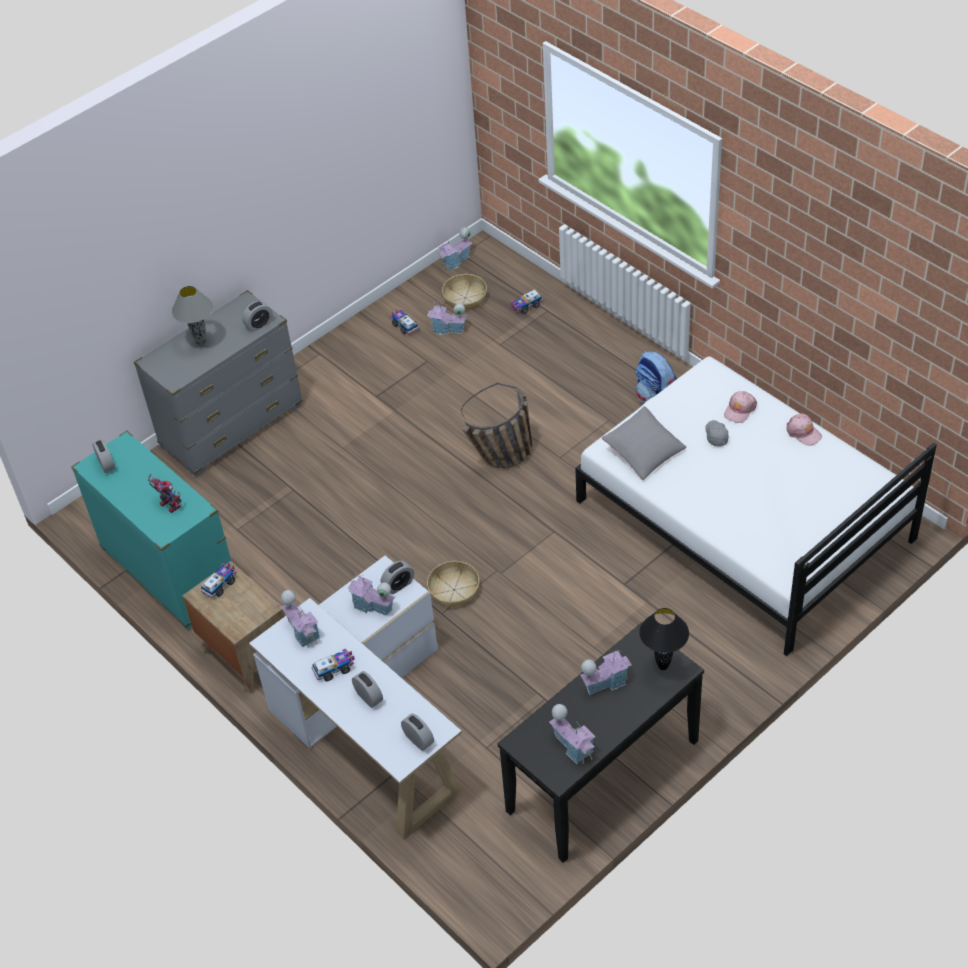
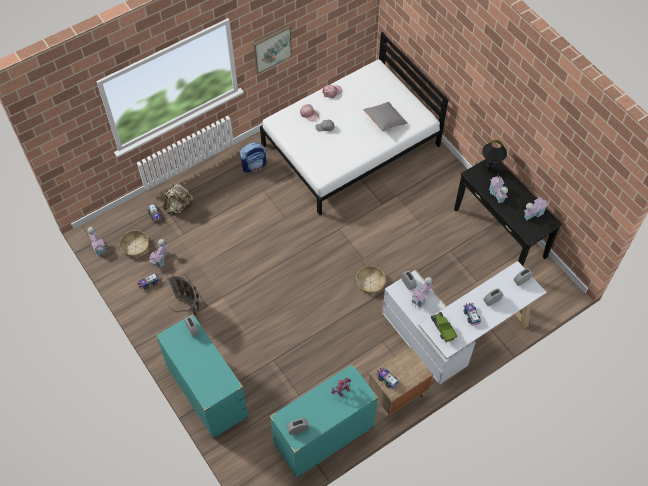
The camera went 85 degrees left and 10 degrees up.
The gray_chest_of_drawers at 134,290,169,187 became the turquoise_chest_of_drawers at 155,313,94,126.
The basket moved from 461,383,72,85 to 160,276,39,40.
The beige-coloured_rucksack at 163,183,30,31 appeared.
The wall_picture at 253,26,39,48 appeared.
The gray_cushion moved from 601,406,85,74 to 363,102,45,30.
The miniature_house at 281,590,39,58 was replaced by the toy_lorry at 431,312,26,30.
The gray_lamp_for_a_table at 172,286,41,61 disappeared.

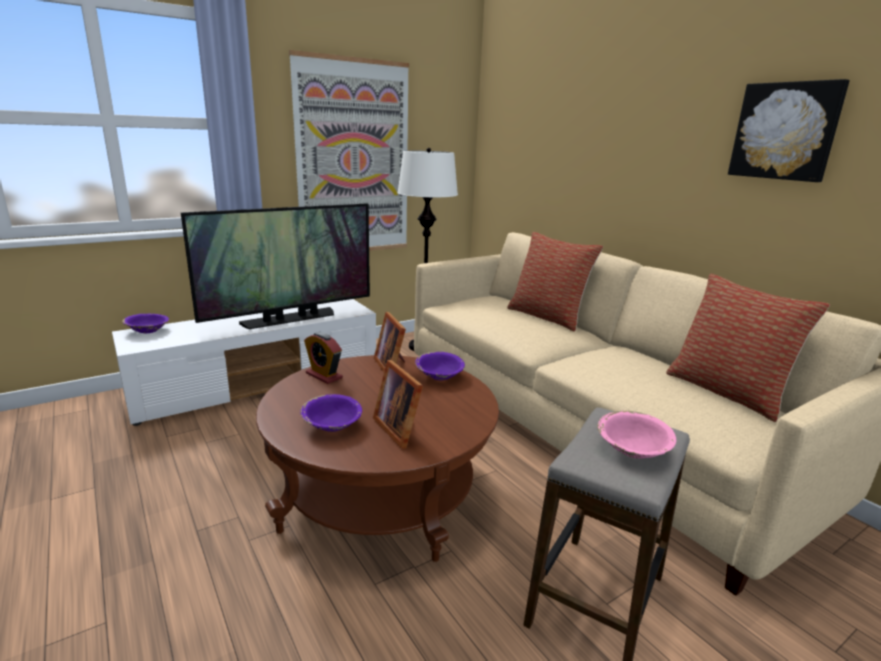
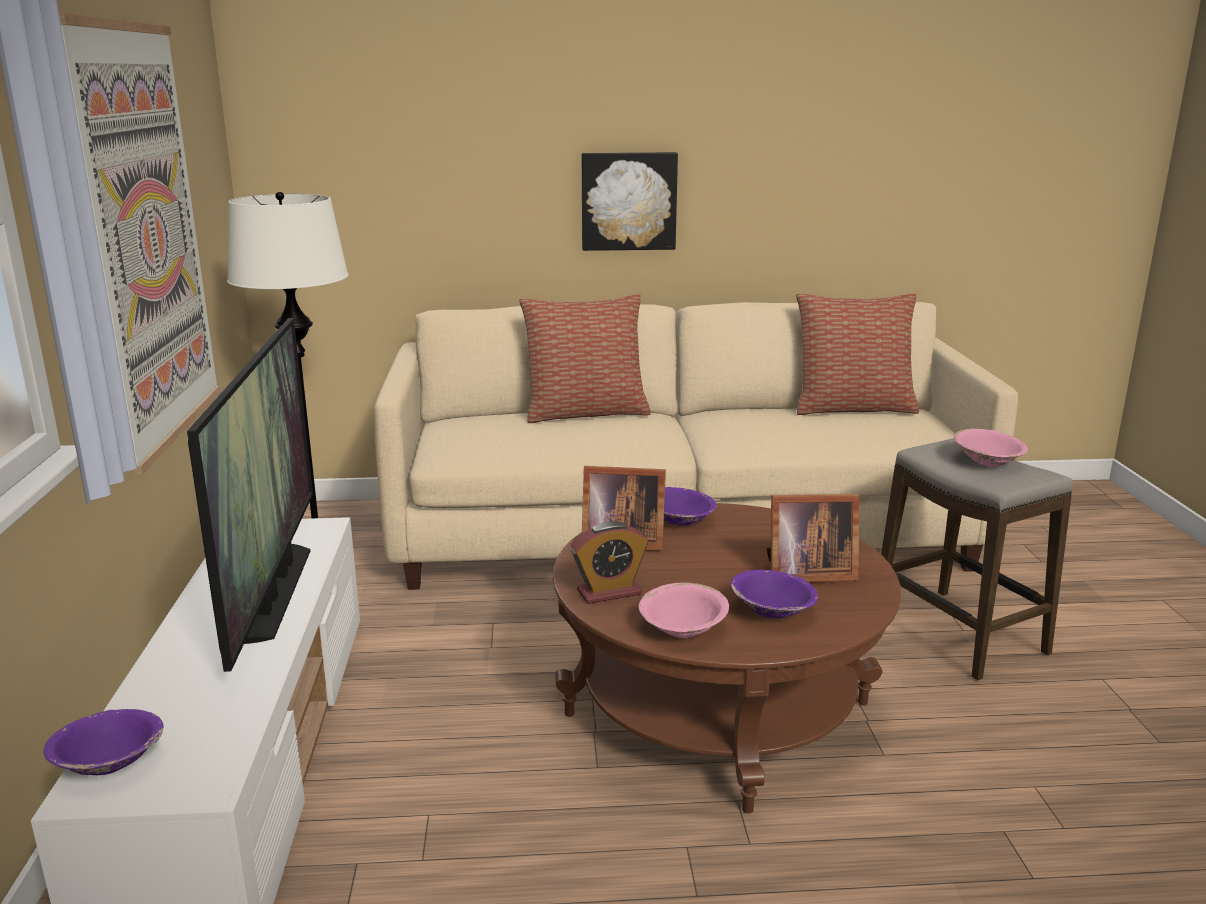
The camera went 60 degrees left and 0 degrees up.
The wall_picture moved from 728,79,122,103 to 582,152,96,99.
The pink_deep_dish at 639,583,90,55 appeared.

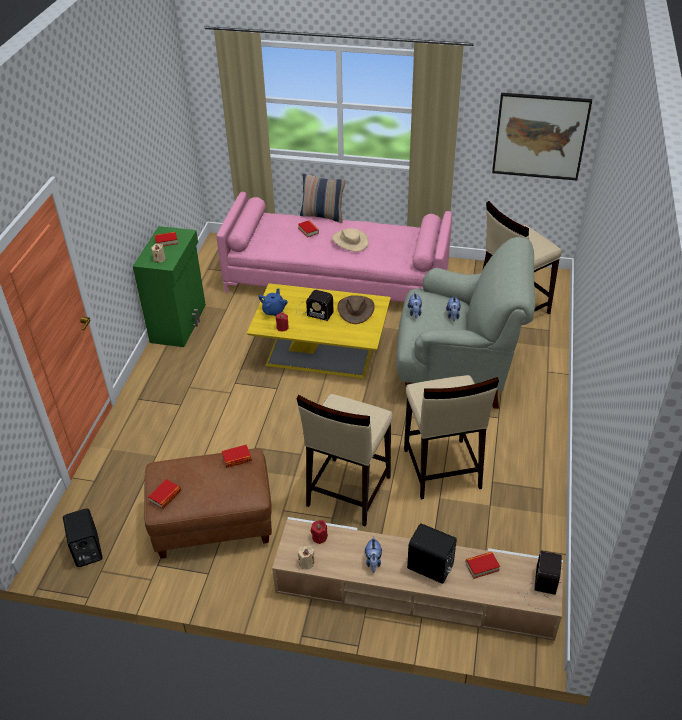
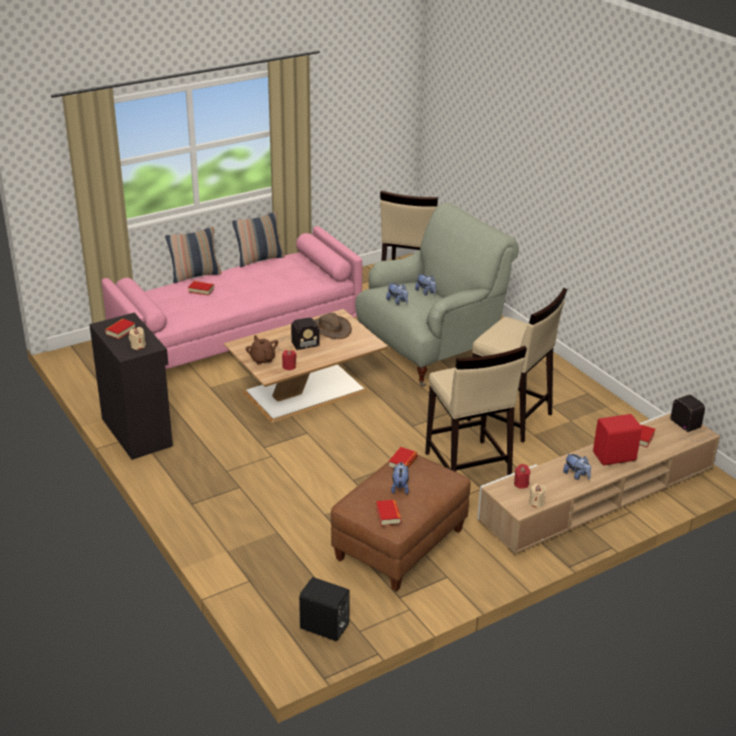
The camera went 45 degrees left and 10 degrees down.
The greenish_cupboard at 133,226,73,121 became the black-coloured_cupboard at 89,312,84,148.
The yellow-coloured_low_table at 247,283,144,95 became the brown-coloured_low_table at 224,309,164,114.
The cushion at 232,211,53,56 appeared.
The bluish_tea_pot at 258,288,30,29 became the brown-coloured_tea_pot at 246,335,32,30.
The plush_toy at 391,462,18,32 appeared.
The black-coloured_speaker at 407,523,50,61 became the red-coloured_speaker at 593,414,49,51.
The beige-coloured_hat at 332,228,37,24 disappeared.
The wall_picture at 492,93,100,88 disappeared.

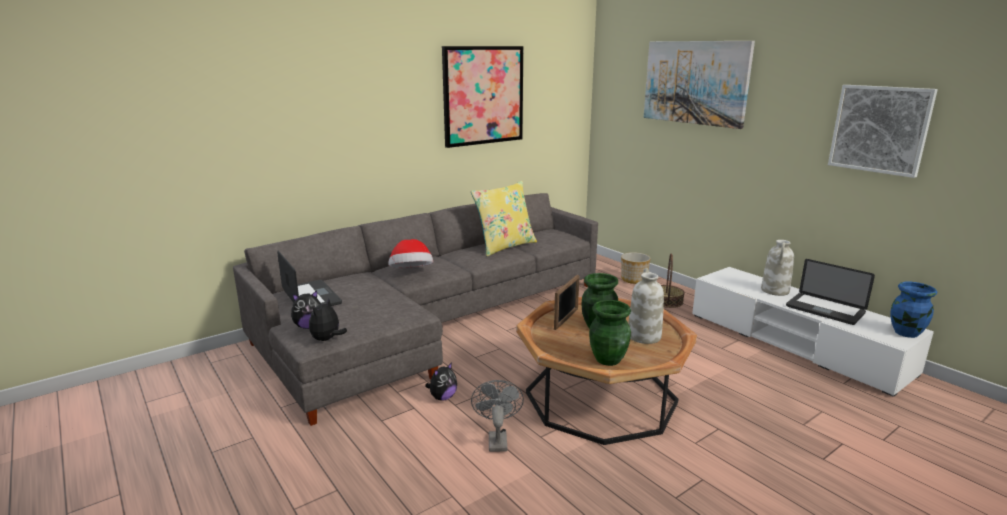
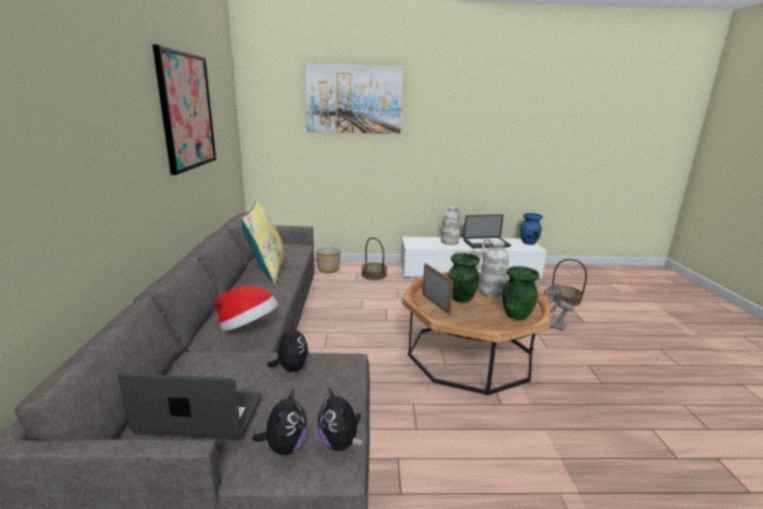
The camera went 55 degrees left and 0 degrees up.
The plush_toy moved from 425,362,32,39 to 267,323,42,49.
The gray_cooling_fan moved from 471,380,53,72 to 543,284,31,47.
The basket at 551,259,36,47 appeared.
The wall_picture at 828,85,110,93 disappeared.

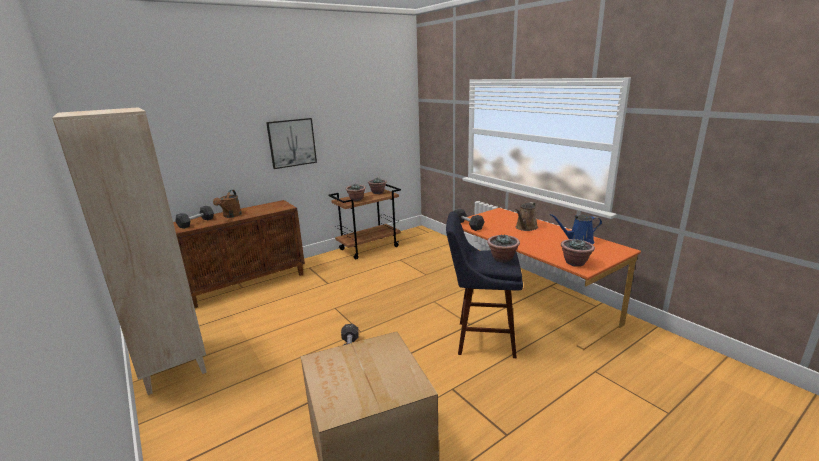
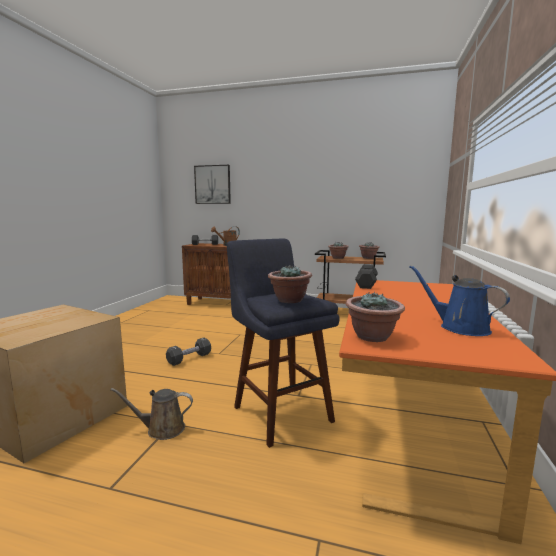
The camera went 50 degrees right and 10 degrees down.
The brown-coloured_watering_can moved from 515,202,23,29 to 110,388,83,52.
The wall_picture moved from 266,118,51,51 to 194,165,37,39.
The beige-coloured_bookshelf at 52,107,155,288 disappeared.

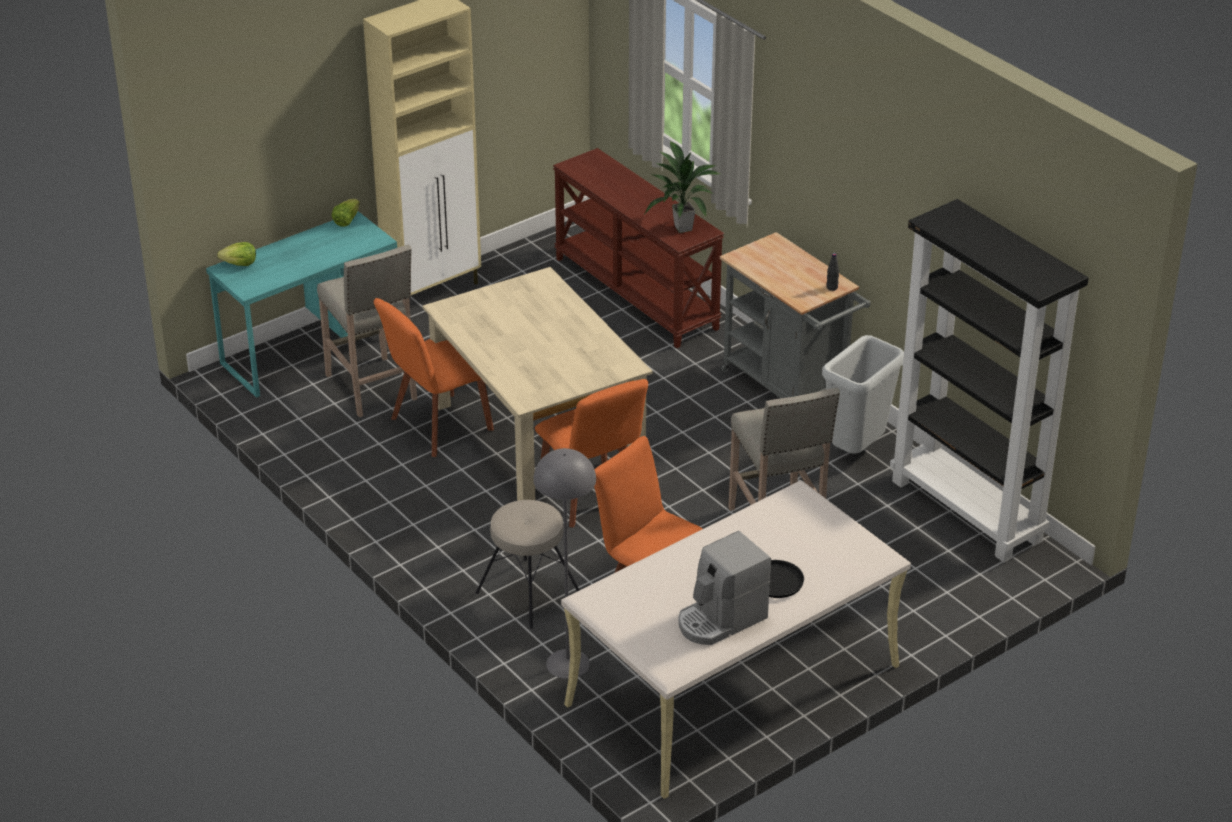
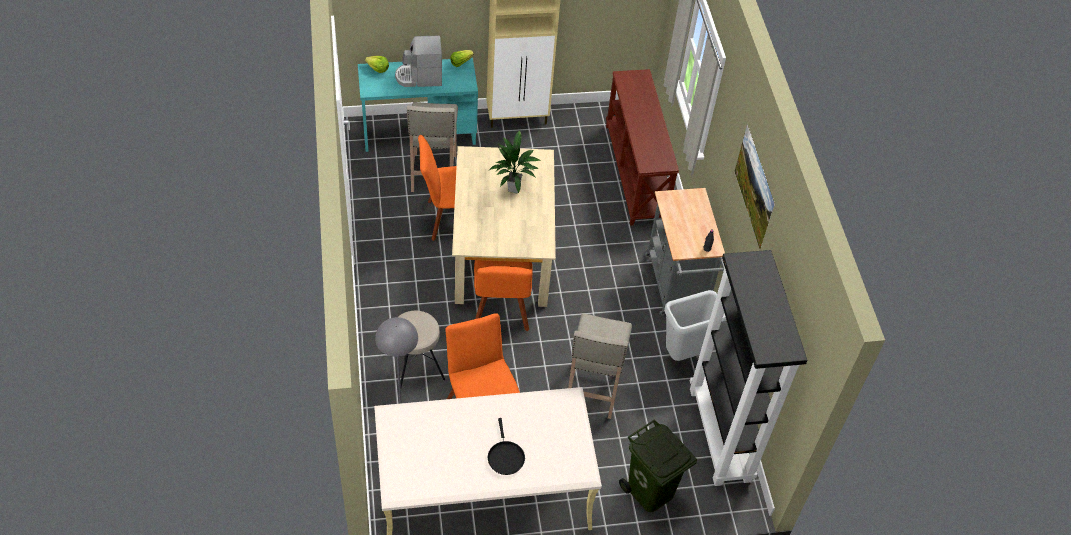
The camera went 25 degrees right and 15 degrees up.
The coffee_brewer moved from 678,531,93,114 to 395,36,47,51.
The potted_plant moved from 643,141,77,92 to 488,130,53,63.
The greenish_rubbish_bin at 619,420,78,92 appeared.
The wall_picture at 734,124,41,125 appeared.

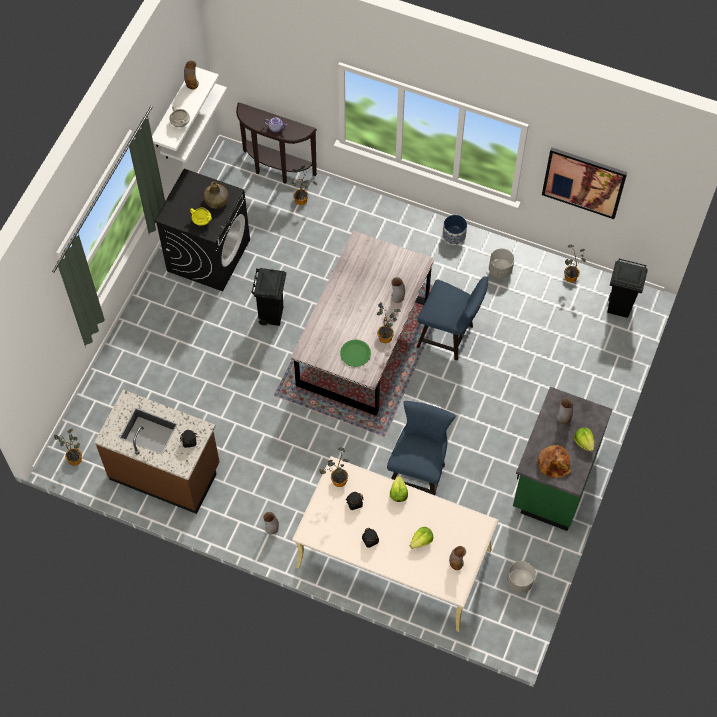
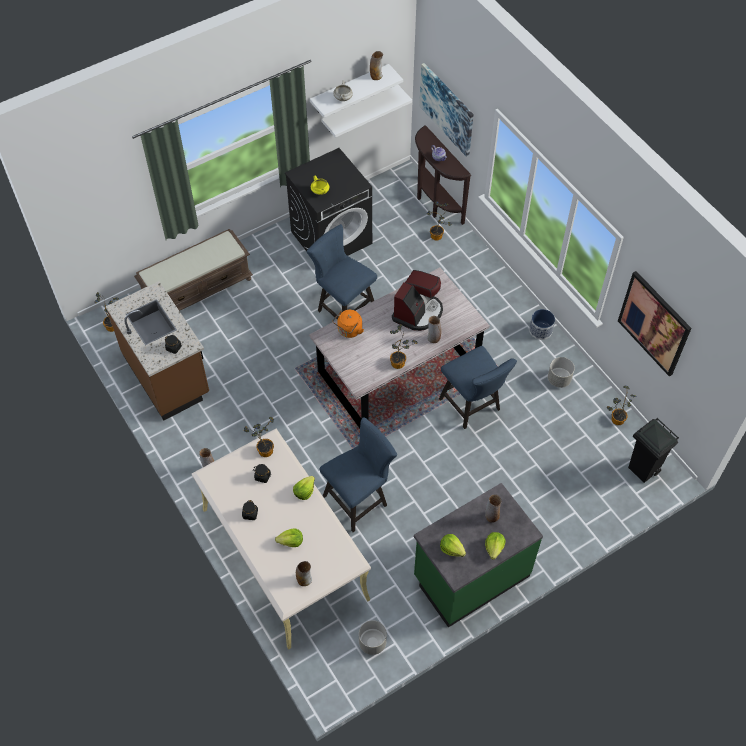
The camera went 35 degrees right and 5 degrees down.
The brown-coloured_long_seat at 134,229,119,82 appeared.
The black-coloured_rubbish_bin at 251,268,35,58 was replaced by the bluish_chair at 307,224,70,96.
The orange_tea_kettle at 333,310,31,28 appeared.
The coffee_brewer at 392,270,51,61 appeared.
The wall_picture at 419,63,55,94 appeared.
The baked_bread at 538,445,33,33 was replaced by the lettuce at 440,534,26,23.
The greenish_beverage_bottle at 203,181,26,28 disappeared.
The greenish_plate at 340,339,31,28 disappeared.

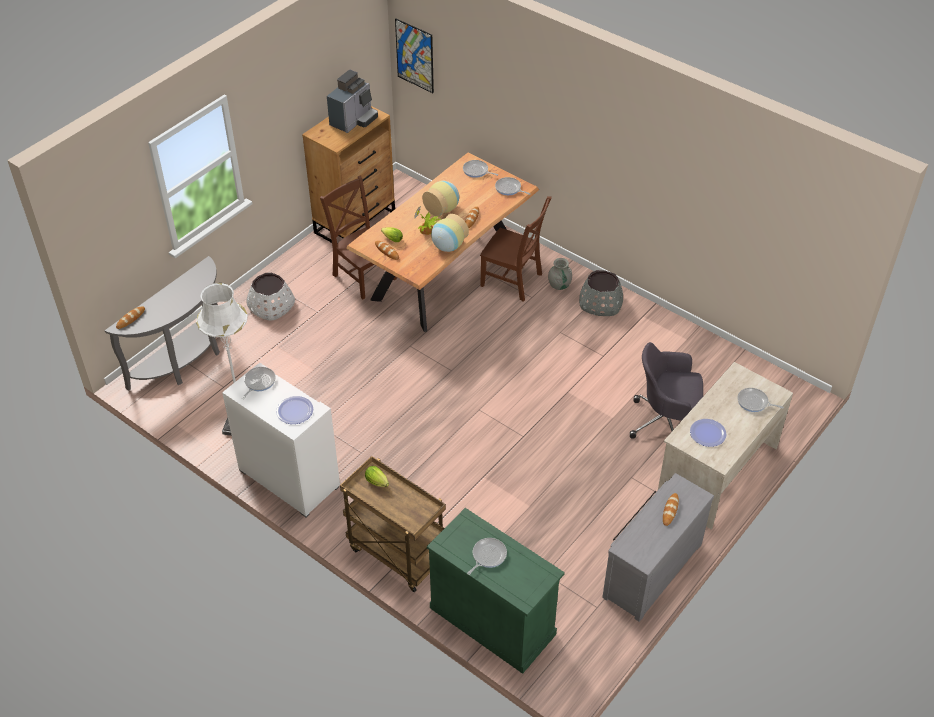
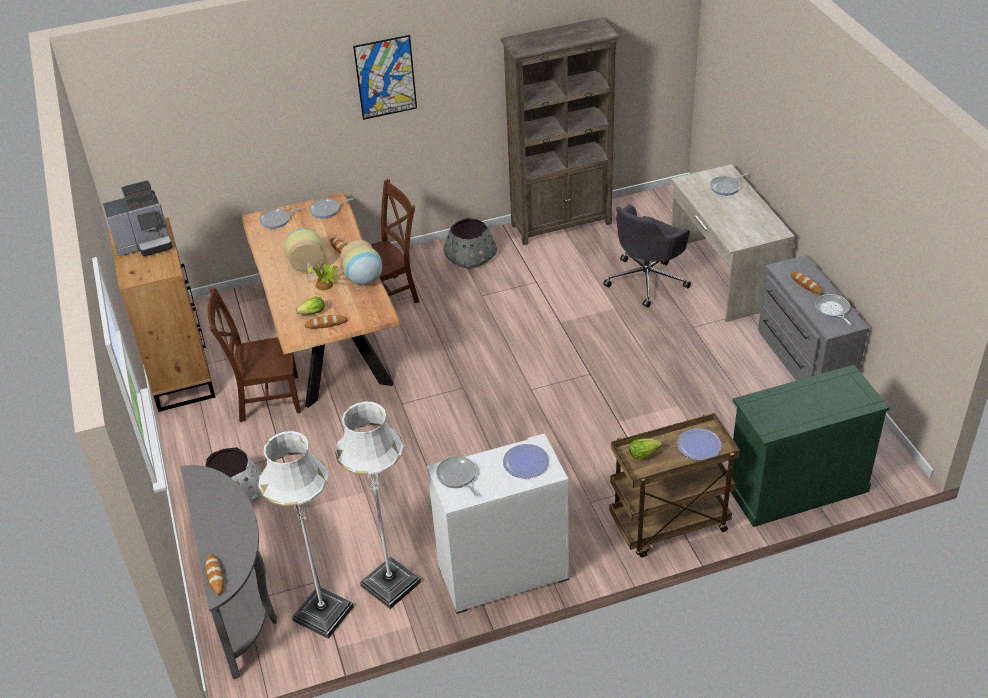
The camera went 55 degrees left and 5 degrees down.
The coffee_brewer at 327,70,51,63 turned 90 degrees clockwise.
The white-coloured_standing_lamp at 258,431,96,208 appeared.
The wall_picture moved from 395,18,39,75 to 353,35,64,85.
The brown-coloured_bookshelf at 500,17,120,228 appeared.
The plate moved from 690,419,37,28 to 677,428,45,32.
The frying_pan moved from 467,538,40,37 to 815,294,36,31.
The gray_decorative_vase at 548,258,24,32 disappeared.

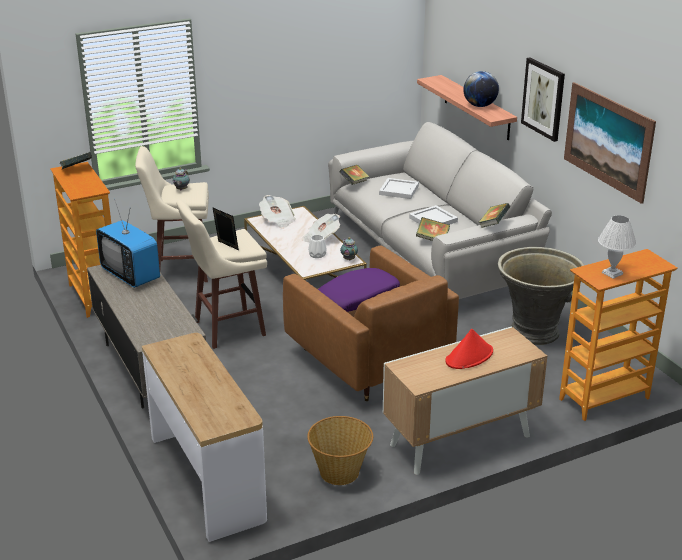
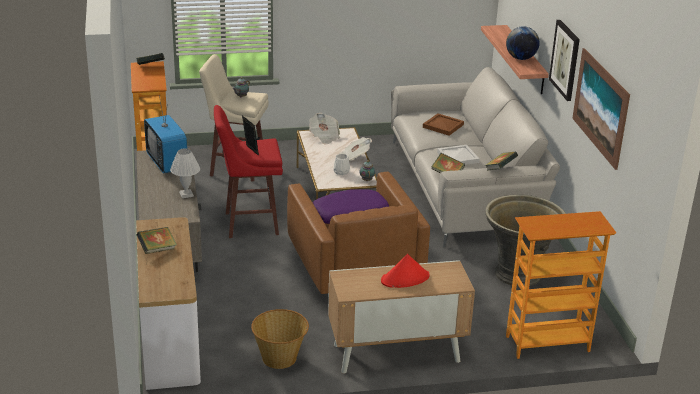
The camera went 15 degrees right and 0 degrees up.
The bound_book moved from 340,165,30,20 to 137,227,40,27.
The white-coloured_lamp_for_a_table moved from 598,215,38,64 to 170,148,30,50.
The beige-coloured_stool_seat at 177,200,90,149 became the red-coloured_stool_seat at 214,105,69,133.
The white-coloured_serving_tray at 379,178,40,21 became the brown-coloured_serving_tray at 423,113,41,23.

